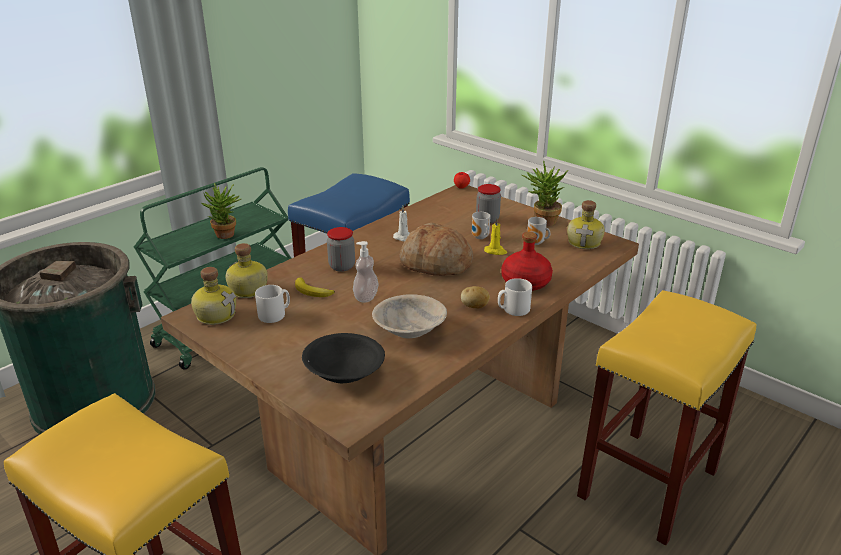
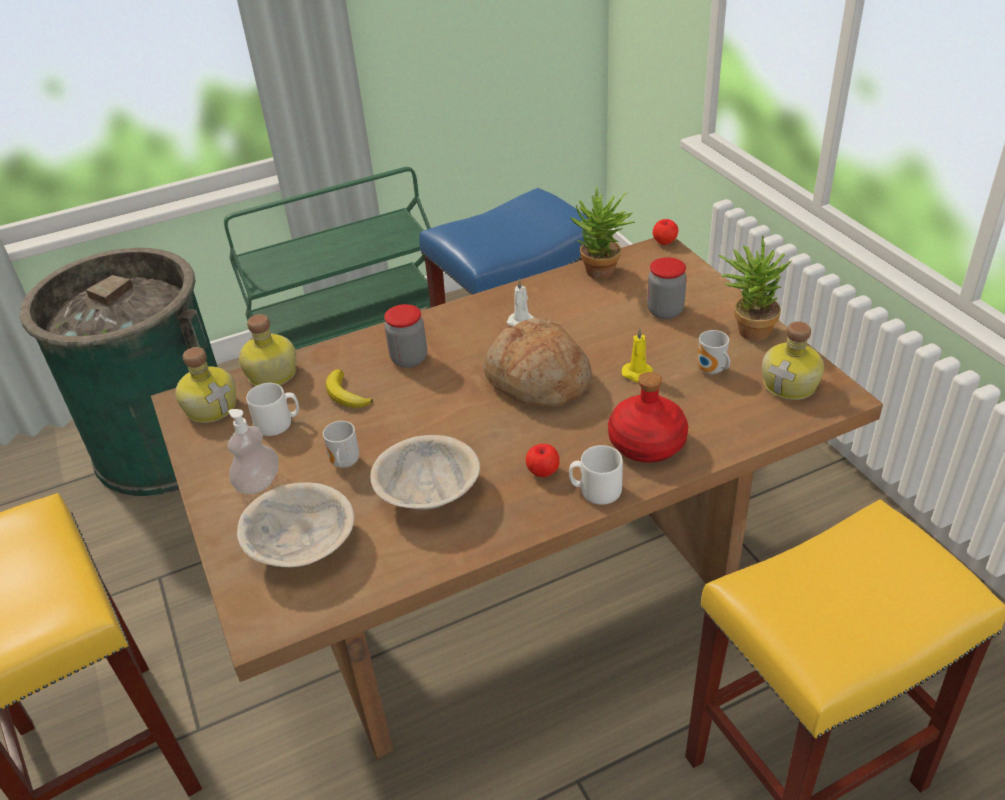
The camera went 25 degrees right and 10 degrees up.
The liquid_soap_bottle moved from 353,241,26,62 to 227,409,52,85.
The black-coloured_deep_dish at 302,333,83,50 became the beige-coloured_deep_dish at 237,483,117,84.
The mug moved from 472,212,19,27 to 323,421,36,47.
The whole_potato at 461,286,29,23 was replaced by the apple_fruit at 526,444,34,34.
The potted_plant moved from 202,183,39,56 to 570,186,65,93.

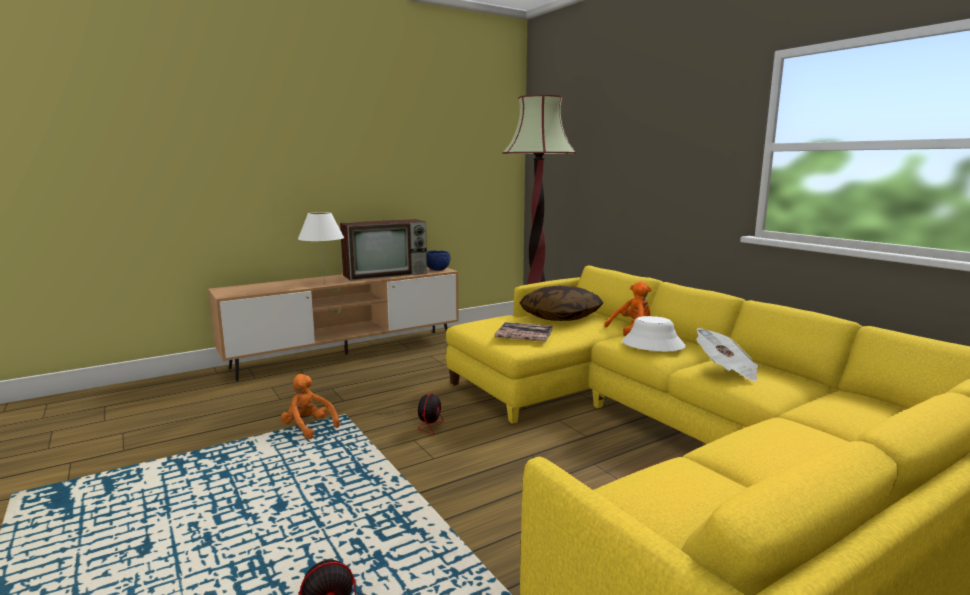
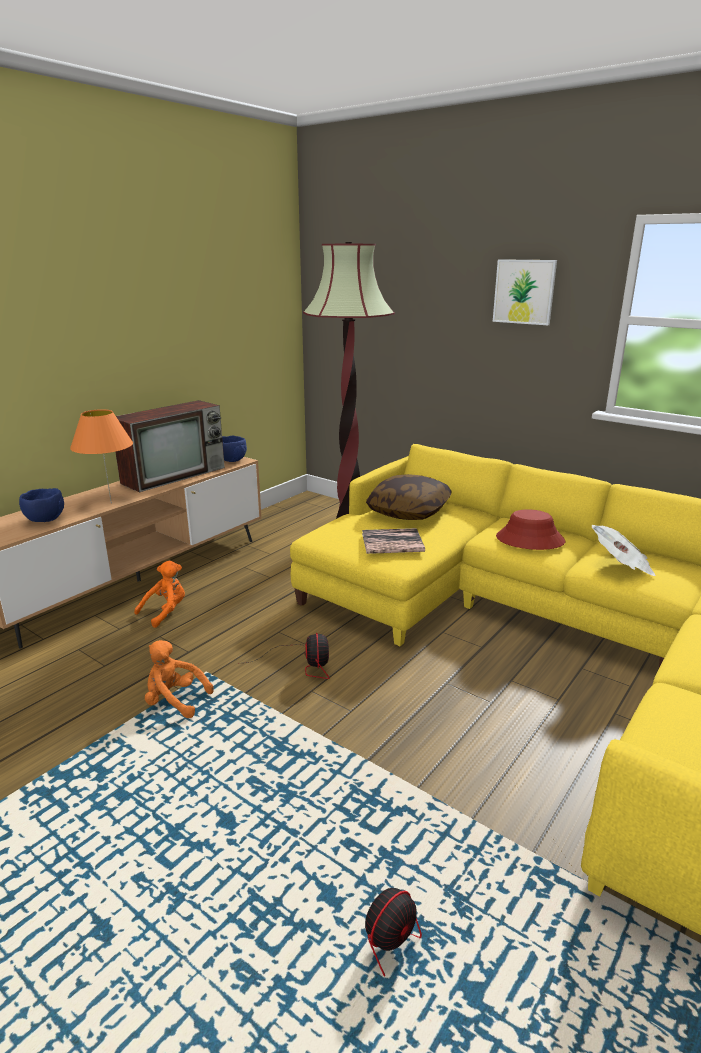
The camera went 20 degrees left and 10 degrees up.
The bluish_deep_dish at 19,488,45,34 appeared.
The white-coloured_lamp_for_a_table at 298,212,46,72 became the orange_lamp_for_a_table at 70,409,63,95.
The orange_plush_toy moved from 604,281,47,55 to 134,560,51,68.
The wall_picture at 493,259,64,66 appeared.
The white-coloured_hat at 622,316,64,35 became the red-coloured_hat at 496,509,69,41.

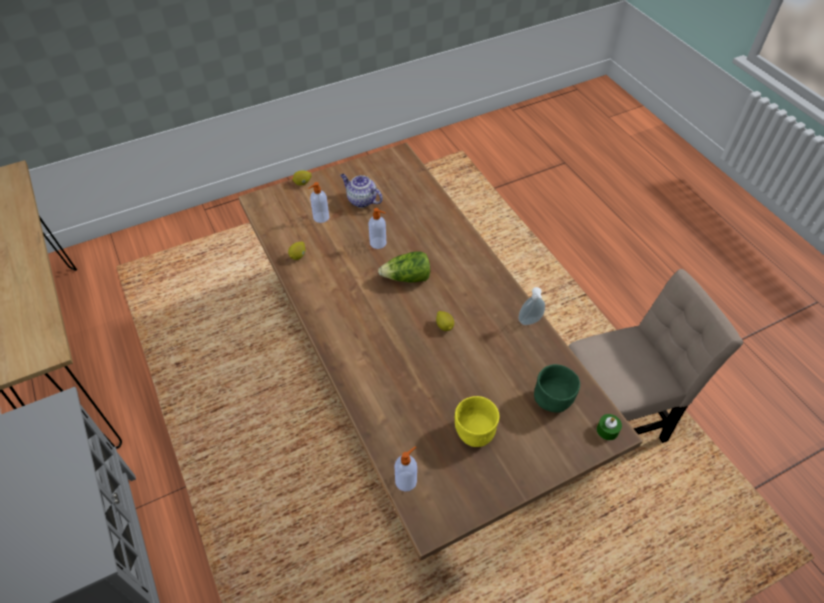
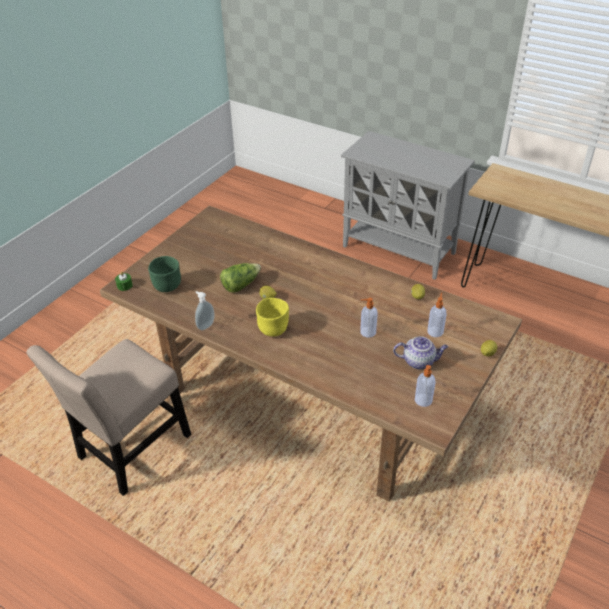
The camera went 150 degrees right and 10 degrees down.
The lettuce moved from 378,251,52,32 to 220,263,41,30.
The yellow-coloured_deep_dish moved from 455,396,45,51 to 256,298,33,38.
The liquid_soap_bottle moved from 394,446,23,45 to 415,365,20,42.

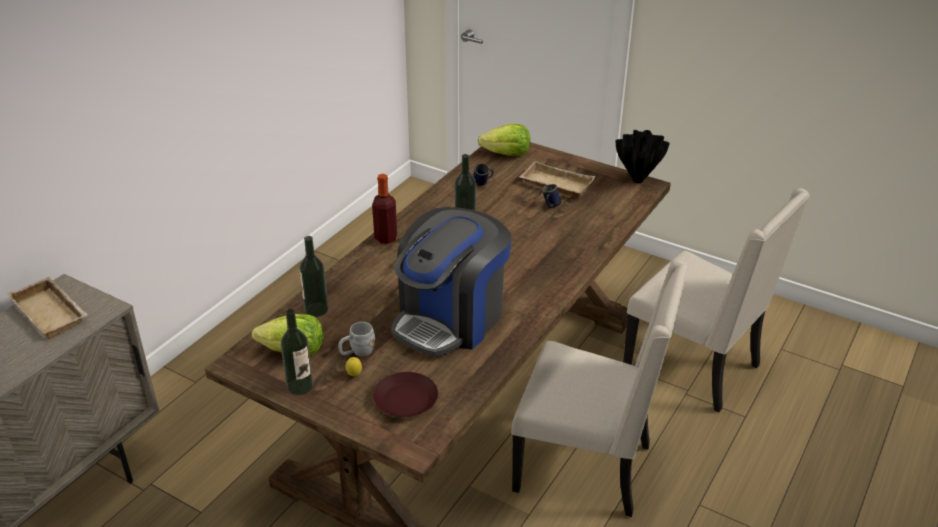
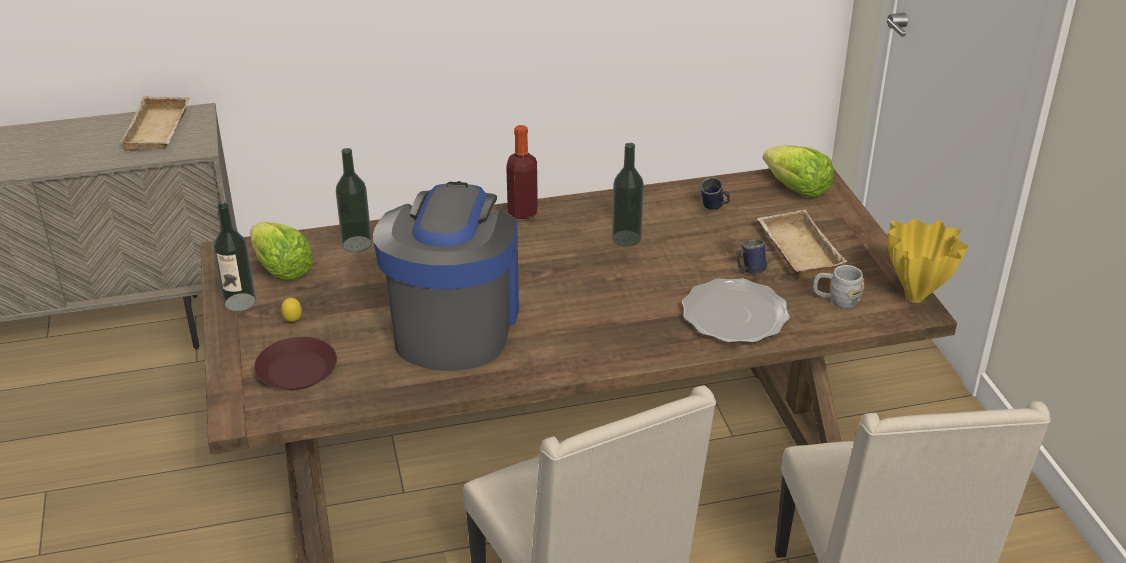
The camera went 45 degrees right and 0 degrees up.
The coffee_brewer at 391,207,120,150 turned 105 degrees clockwise.
The plate at 682,279,108,64 appeared.
The gray_mug moved from 338,322,37,35 to 813,265,51,44.
The black-coloured_decorative_vase at 616,130,54,53 became the yellow-coloured_decorative_vase at 888,219,80,84.

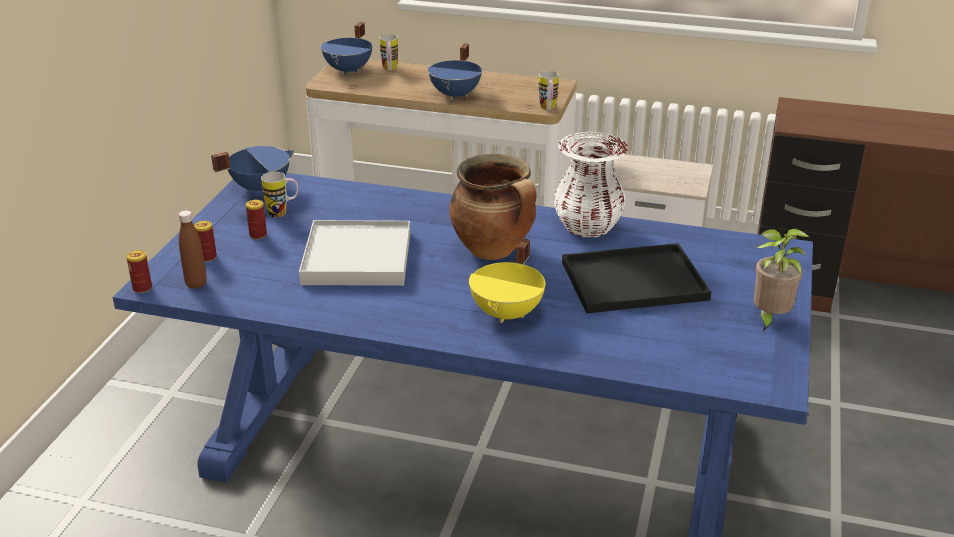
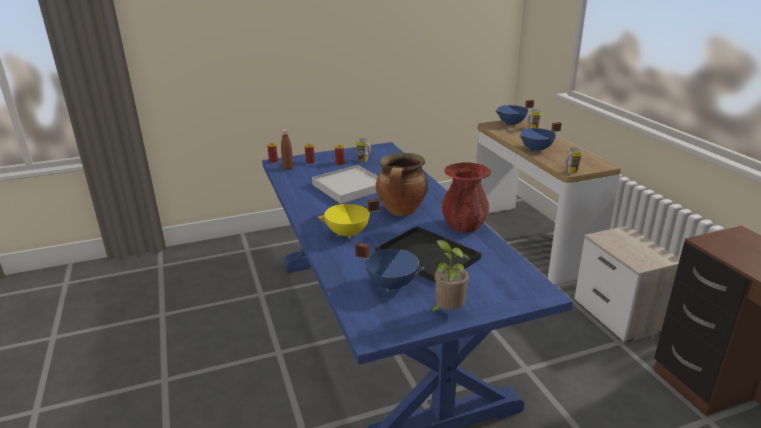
The camera went 55 degrees right and 5 degrees down.
The bluish_stockpot moved from 211,146,84,46 to 355,243,70,49.
The white-coloured_decorative_vase at 554,132,74,105 became the red-coloured_decorative_vase at 442,162,49,71.

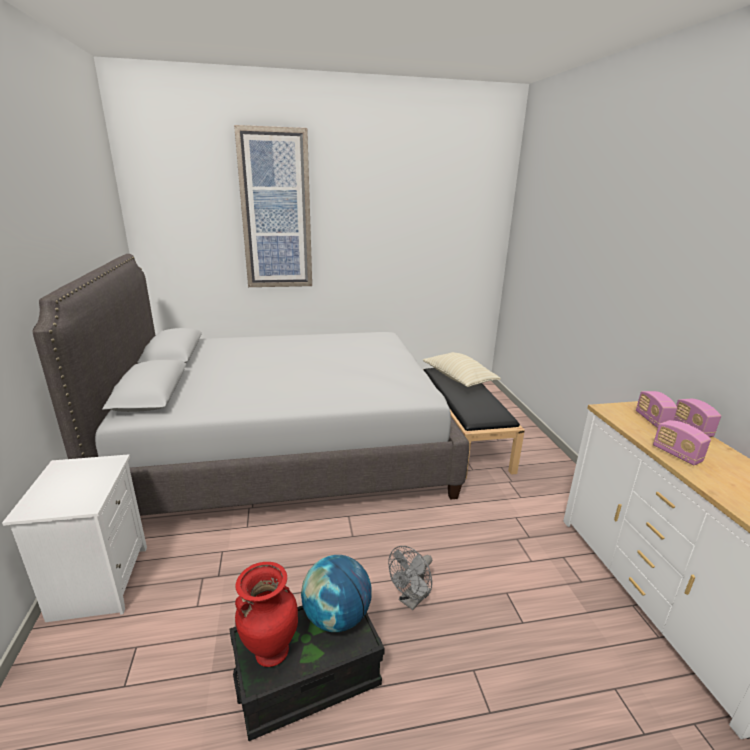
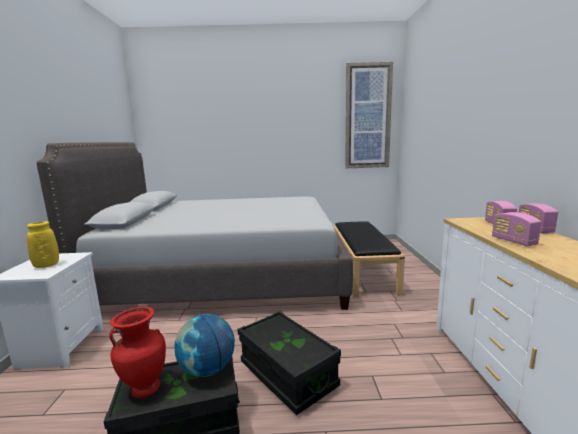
The camera went 10 degrees right and 10 degrees down.
The yellow-coloured_decorative_vase at 27,221,32,47 appeared.
The gray_cooling_fan at 388,546,44,64 was replaced by the black-coloured_storage_bin at 238,311,103,104.
The wall_picture moved from 234,125,78,162 to 345,62,48,106.
The beige-coloured_cushion at 423,352,78,35 disappeared.

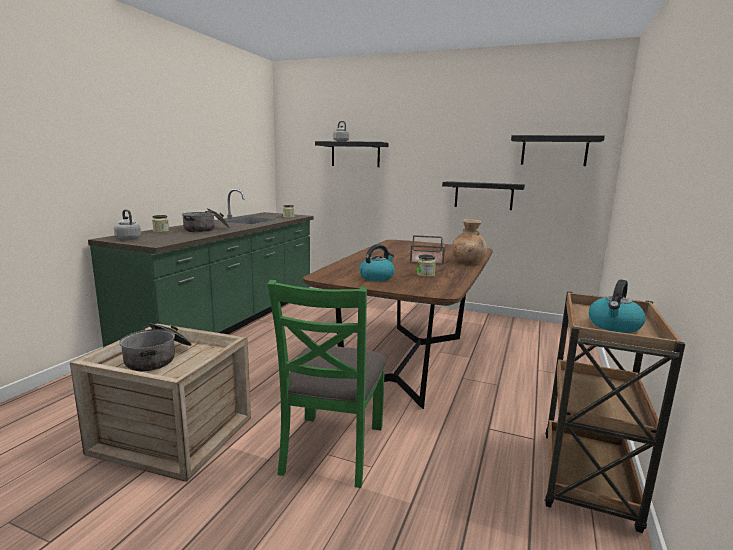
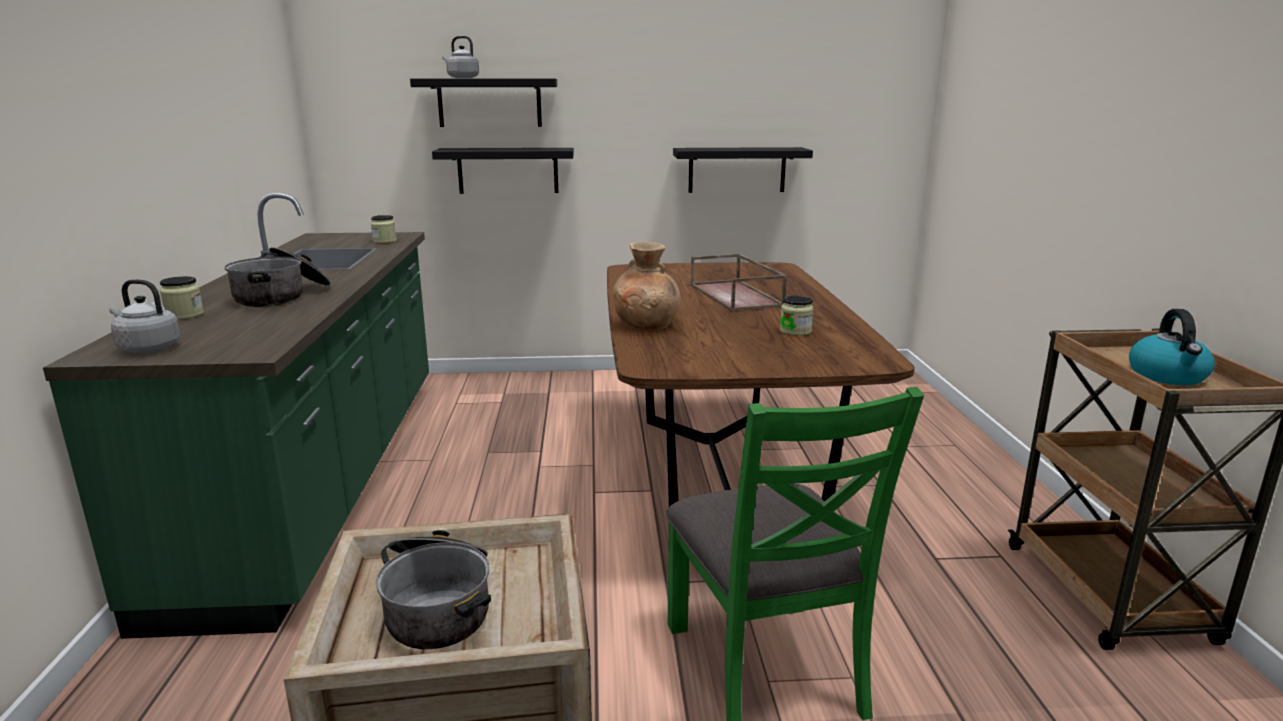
The camera went 25 degrees left and 5 degrees up.
The black-coloured_bracket_shelf moved from 511,135,94,31 to 432,148,142,46.
The brown-coloured_decorative_vase moved from 452,219,35,45 to 612,242,68,88.
The tea_kettle at 359,244,36,37 disappeared.

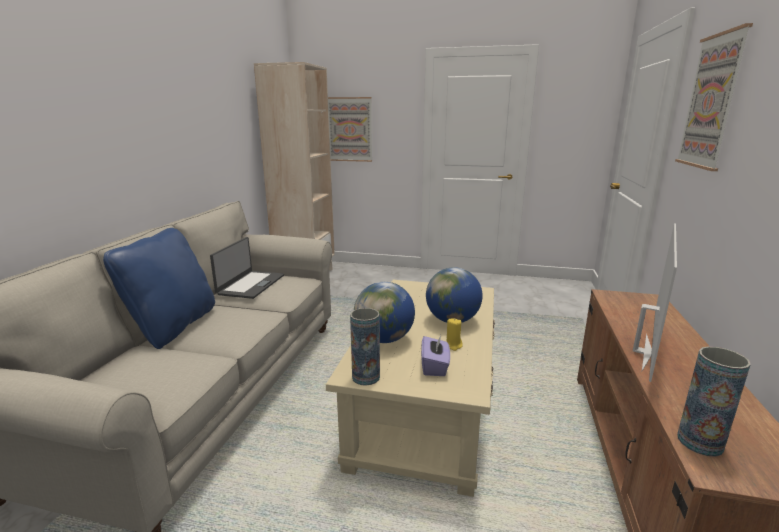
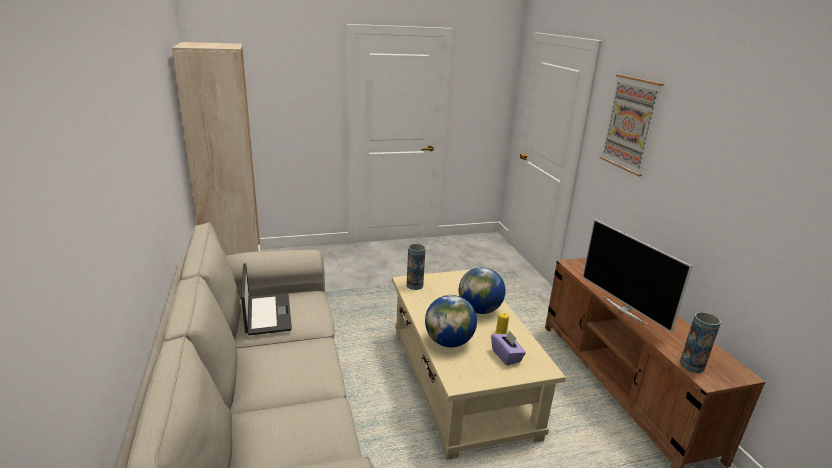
The camera went 30 degrees left and 5 degrees up.
The decorative_vase moved from 350,308,30,78 to 407,244,19,46.
The TV_set at 633,223,44,159 turned 150 degrees clockwise.
The bluish_cushion at 103,228,112,121 disappeared.
The wall_picture at 328,97,44,65 disappeared.

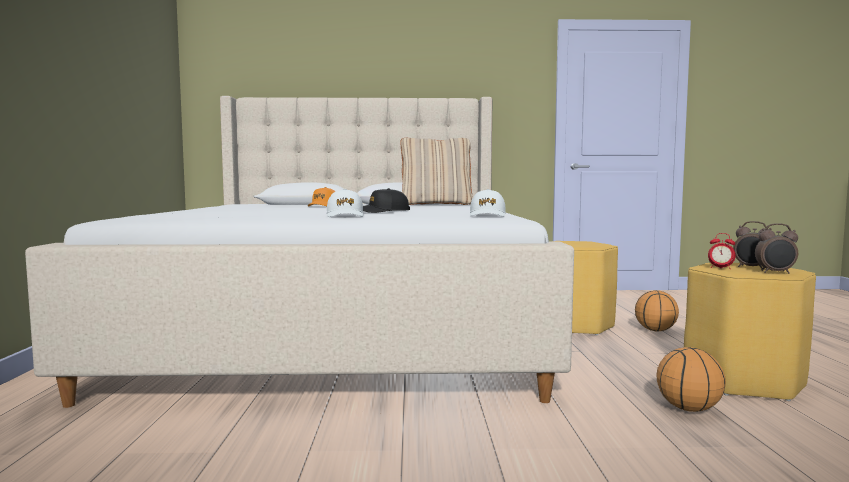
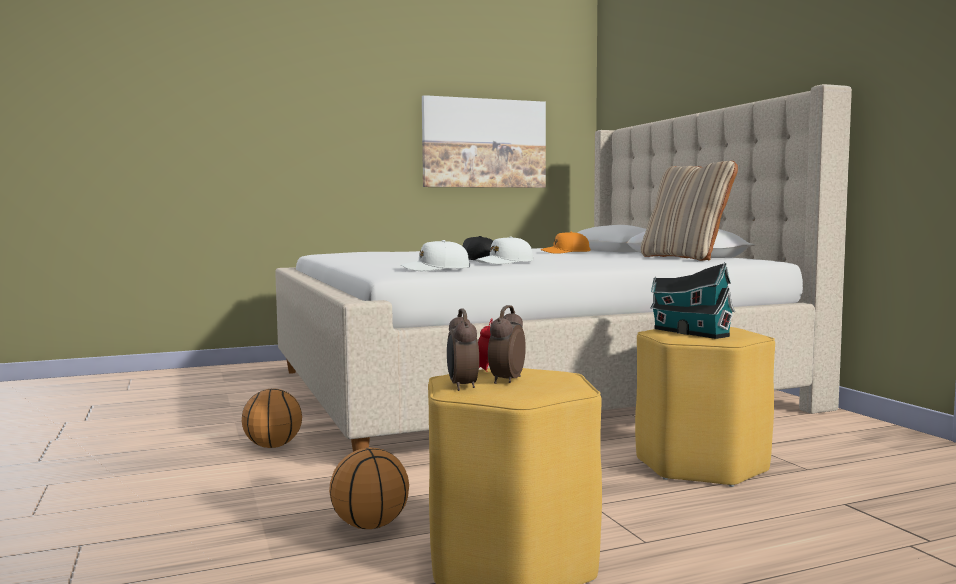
The camera went 70 degrees right and 0 degrees up.
The basketball_ball moved from 635,290,44,41 to 242,389,60,59.
The wall_picture at 422,95,124,93 appeared.
The white-coloured_cap moved from 327,189,36,28 to 476,236,57,29.
The miniature_house at 651,262,84,77 appeared.

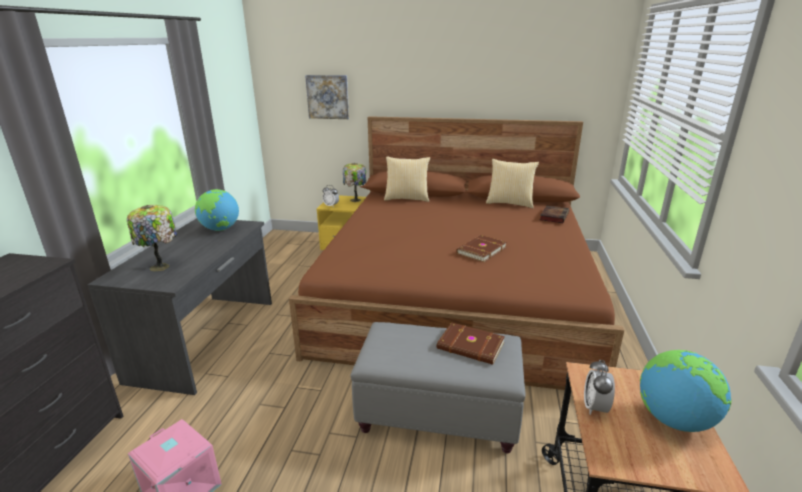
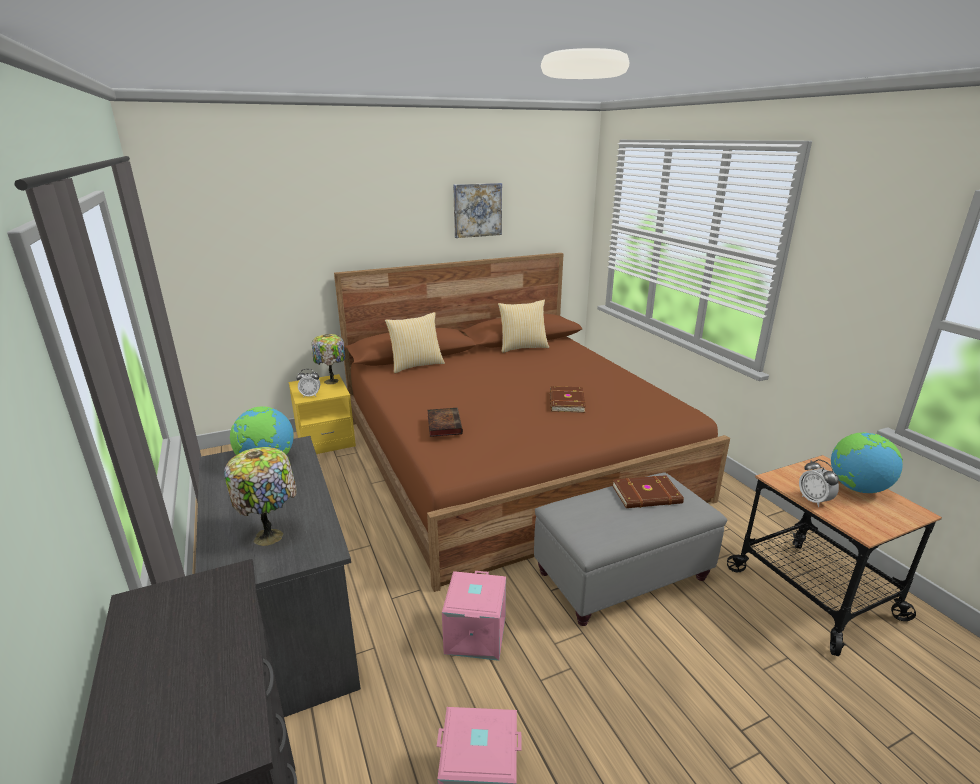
The camera went 35 degrees left and 0 degrees up.
The bound_book moved from 540,206,29,17 to 428,408,35,29.
The pink_storage_bin at 442,571,64,90 appeared.
The wall_picture moved from 305,75,44,44 to 453,183,49,55.

